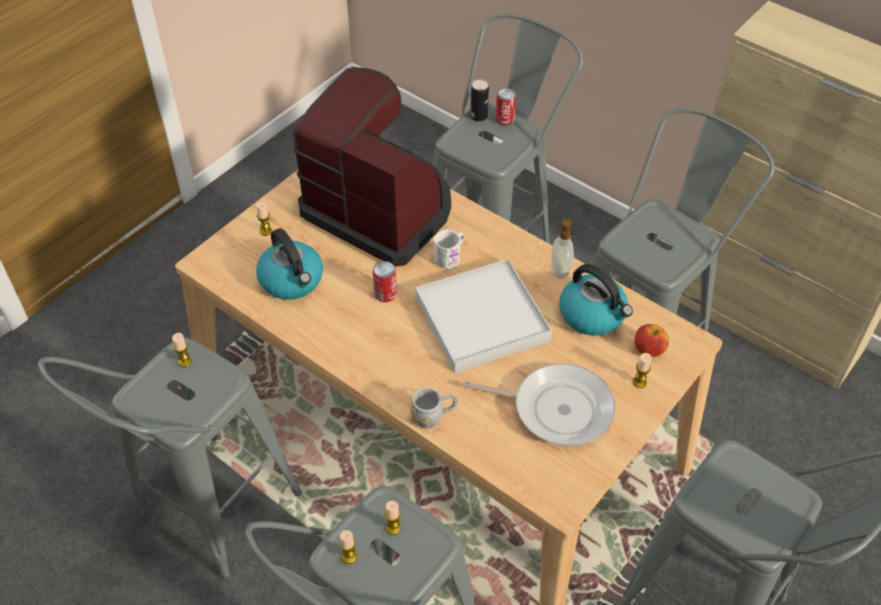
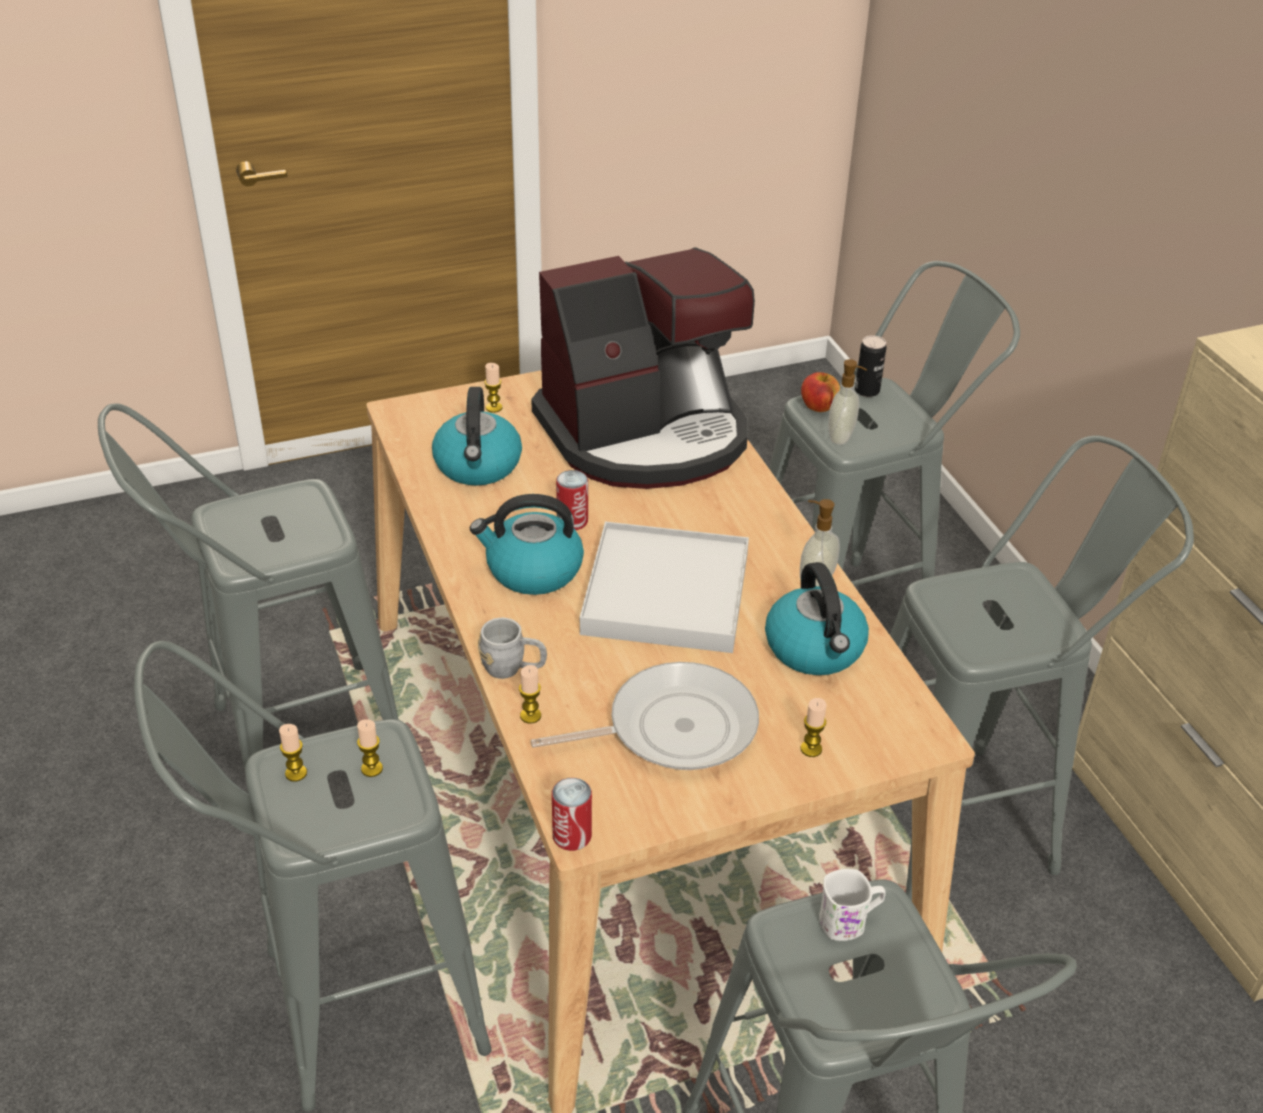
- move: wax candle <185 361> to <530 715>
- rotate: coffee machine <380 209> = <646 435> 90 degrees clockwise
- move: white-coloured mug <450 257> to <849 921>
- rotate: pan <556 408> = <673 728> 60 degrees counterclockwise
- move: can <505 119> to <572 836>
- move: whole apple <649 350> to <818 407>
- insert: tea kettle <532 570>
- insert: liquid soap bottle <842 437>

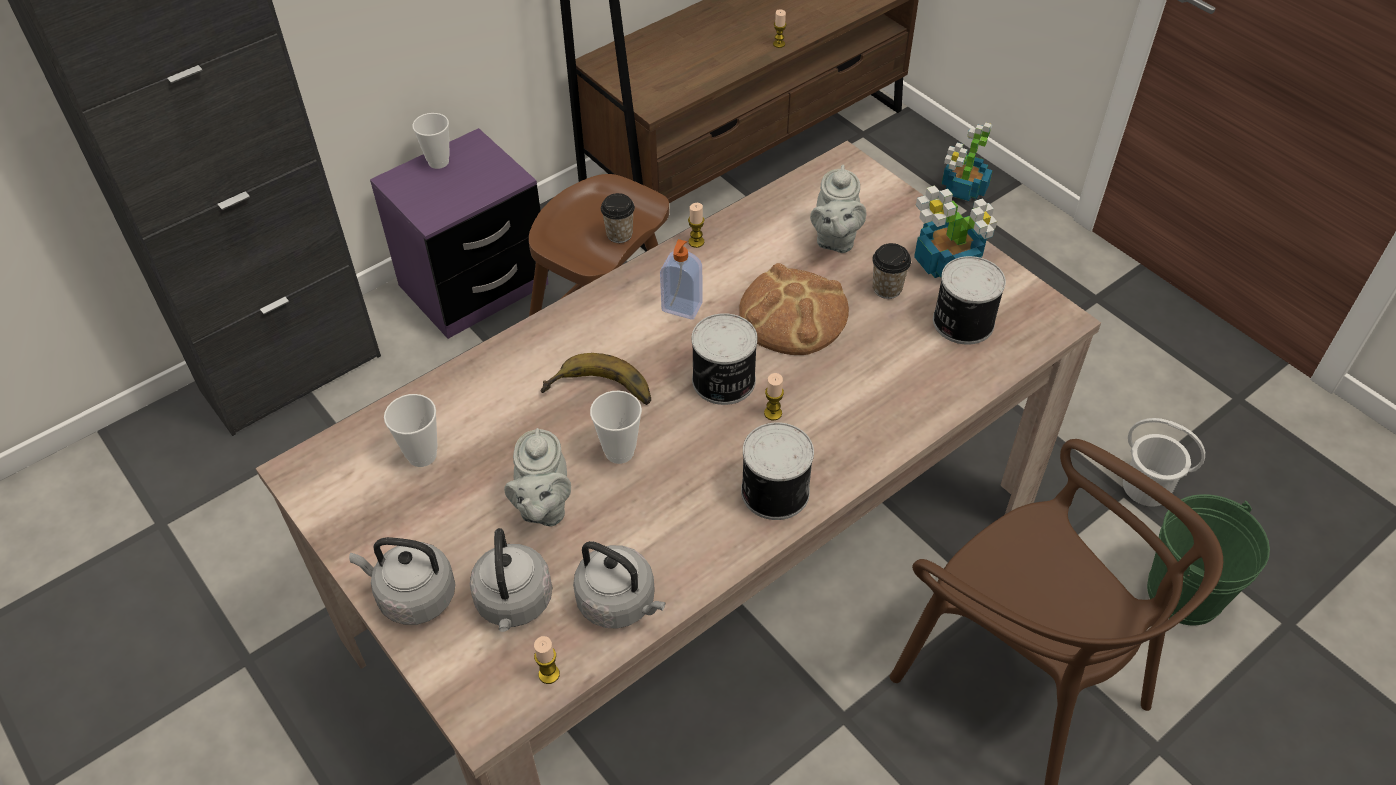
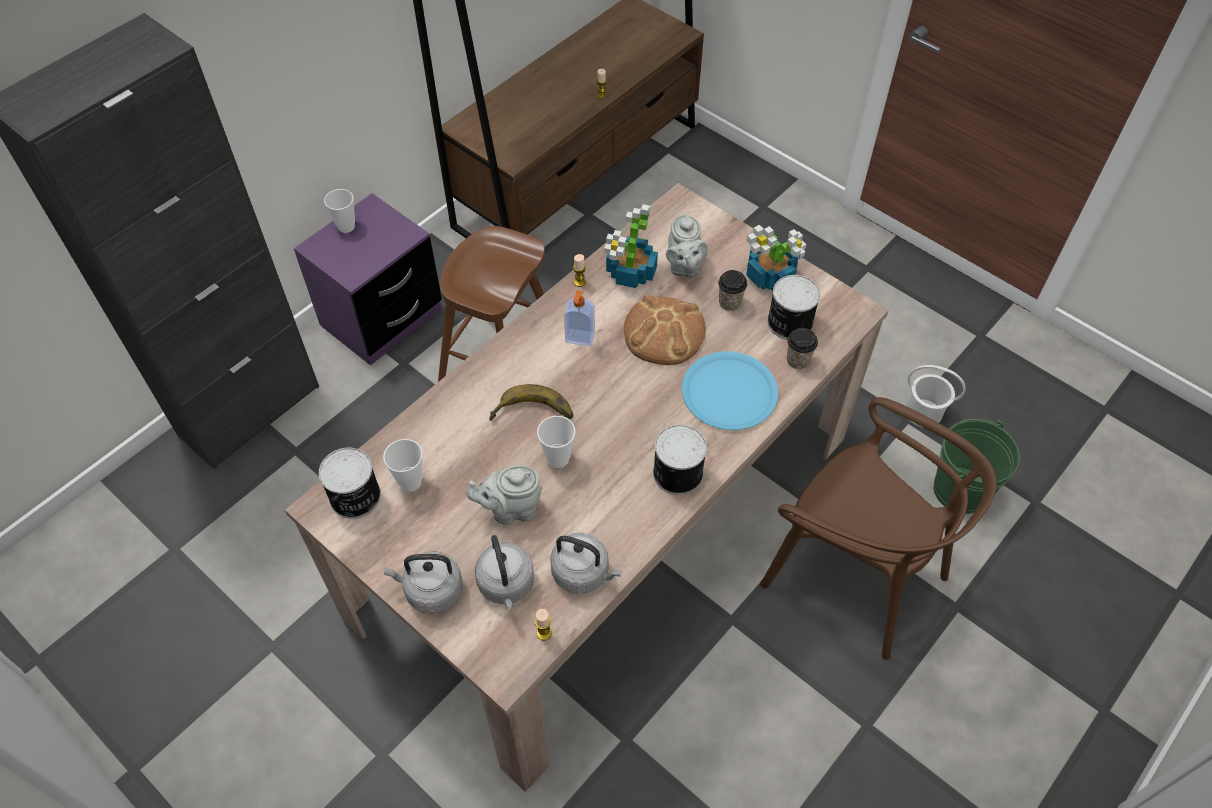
- rotate: greyish tea pot <543 507> = <511 509> 90 degrees clockwise
- move: small cup <619 234> to <798 360>
- move: can <723 381> to <355 497>
- delete: wax candle <773 413>
- move: plant in a pot <963 189> to <630 273>
- insert: bluish dinner plate <729 392>

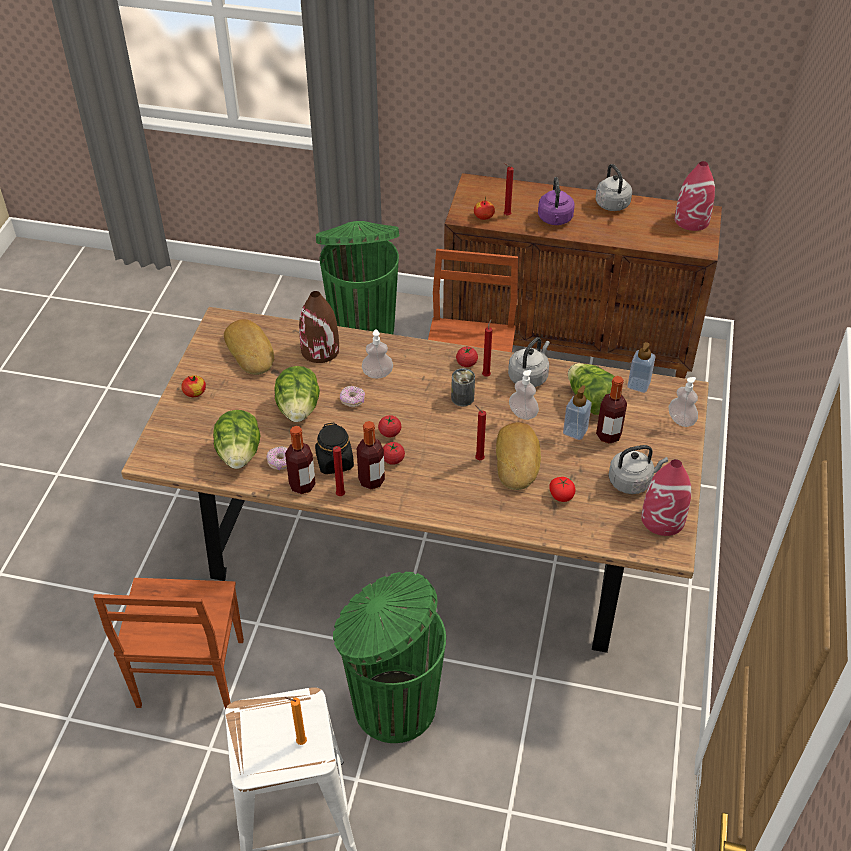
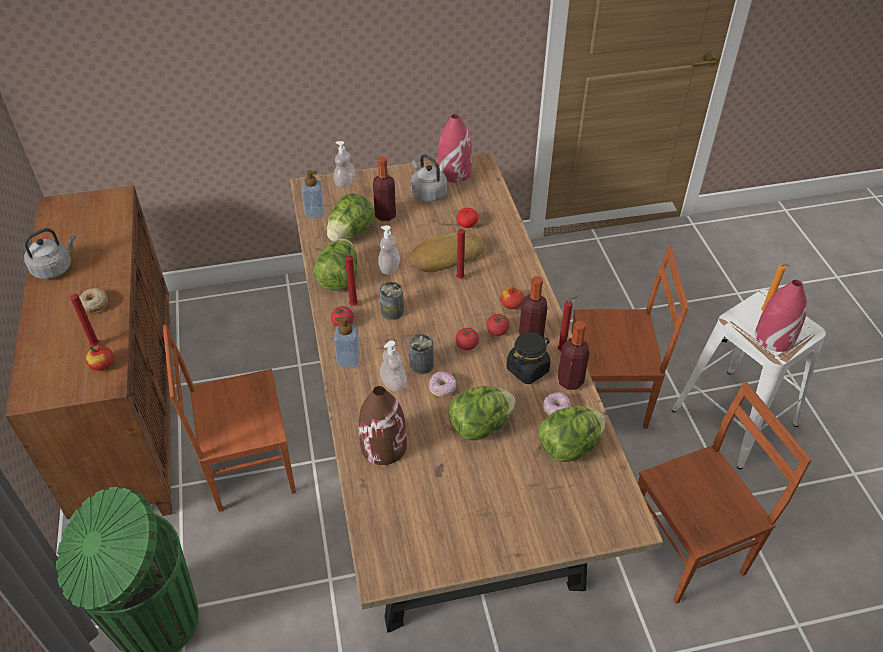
- move: whole apple <194 392> to <511 304>
- delete: bakery bread <251 351>
- replace: green rubbish bin <392 704> to brown chair <608 398>
- replace: greyish tea kettle <529 376> to lettuce <339 277>
- replace: purplish tea kettle <555 219> to donut <94 304>
- move: liquid soap bottle <575 431> to <348 359>
- move: reddish decorative vase <692 220> to <774 337>
- insert: can <421 365>

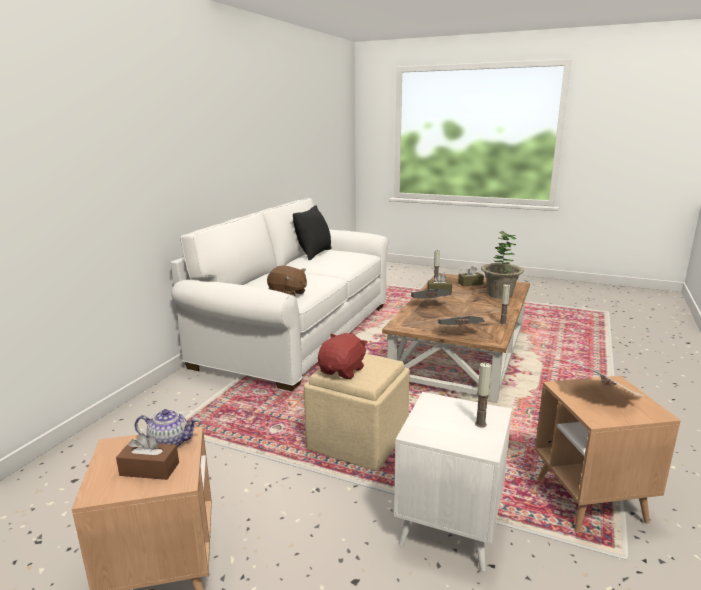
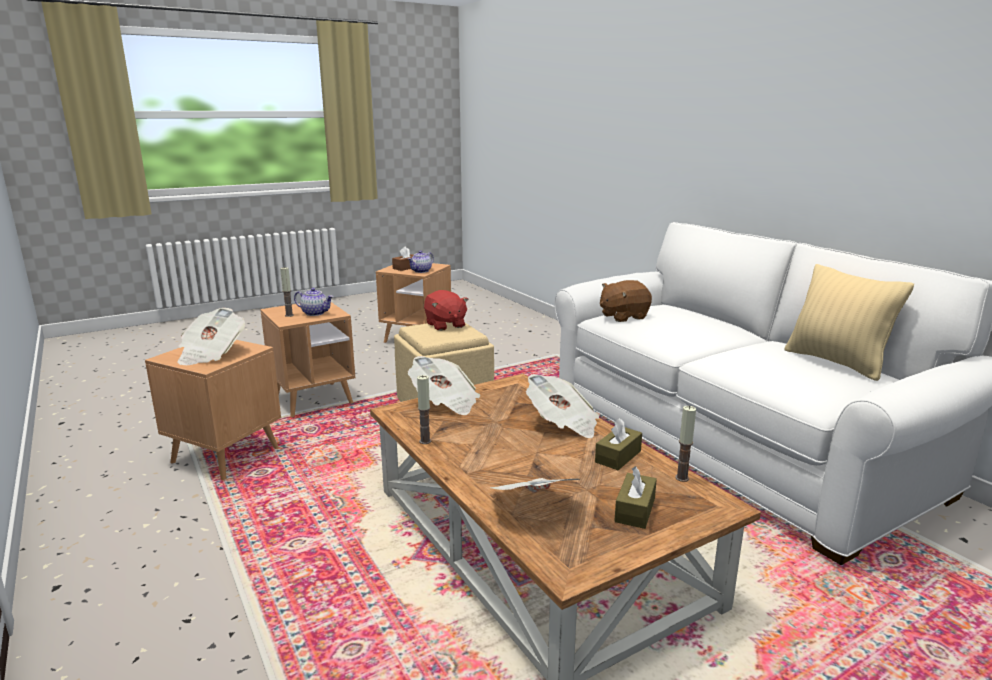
- recolor: black cushion <314 254> to beige-coloured cushion <836 362>
- recolor: white-coloured accent table <449 529> to brown accent table <313 400>
- replace: plant in a pot <499 294> to newspaper <533 505>
- insert: tea pot <315 313>

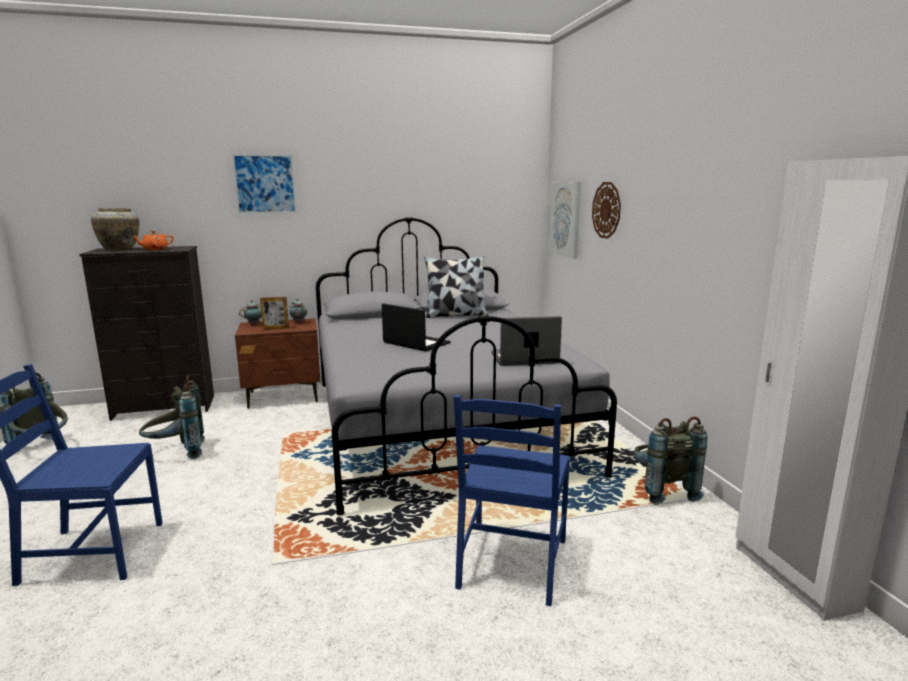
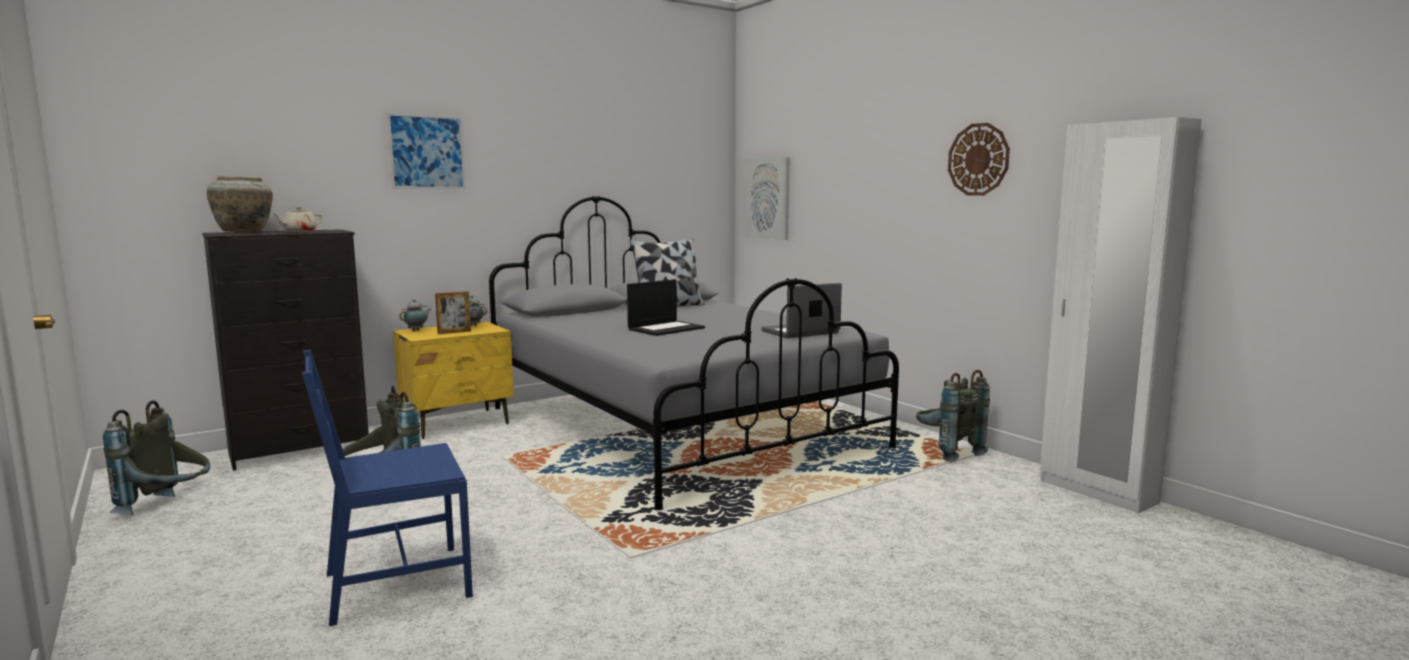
- recolor: orange-coloured tea pot <155 249> to beige-coloured tea pot <299 231>
- recolor: brown nightstand <284 397> to yellow-coloured nightstand <458 423>
- rotate: laptop <415 343> = <666 328> 120 degrees clockwise
- delete: bluish chair <512 563>
- move: clock on the wall <606 210> to <978 159>

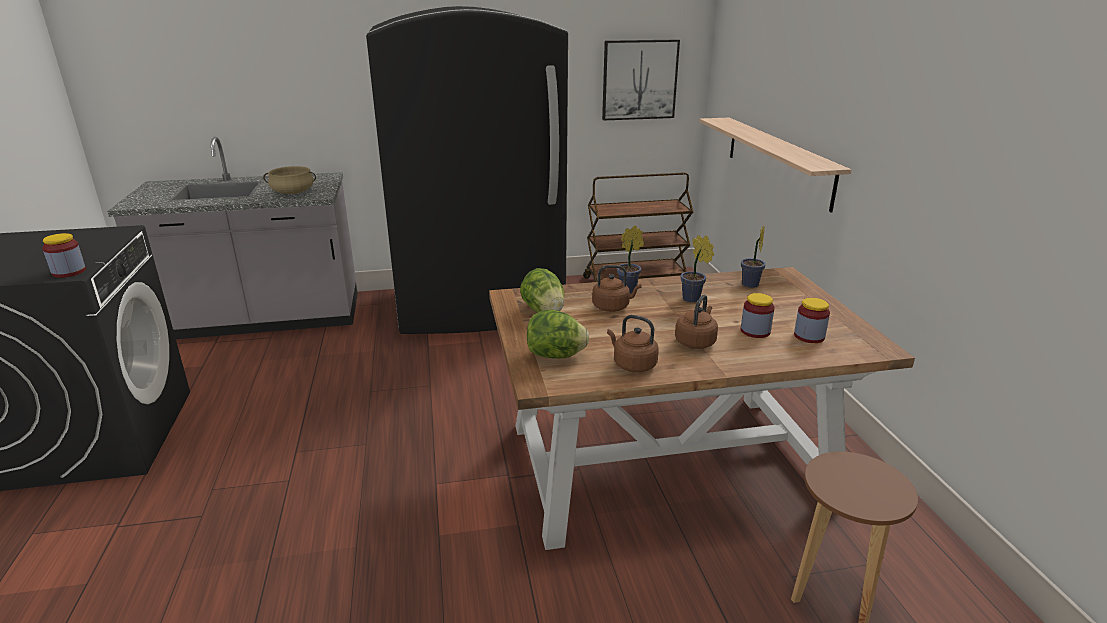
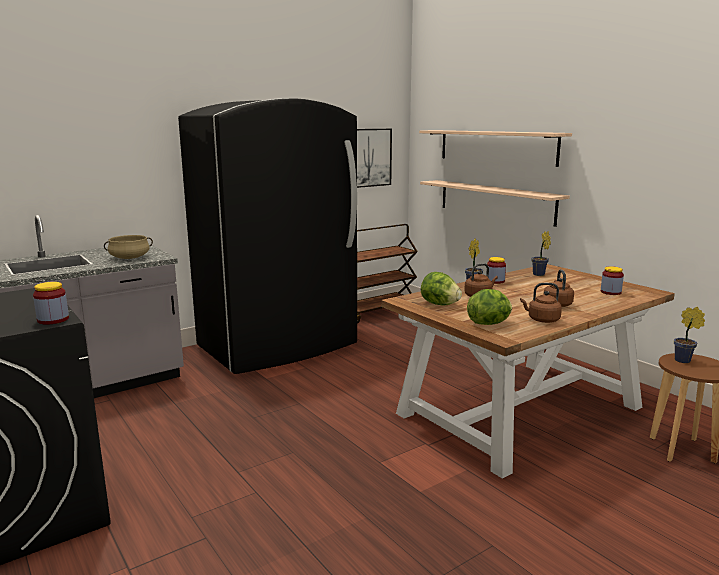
- move: plant in a pot <693 300> to <684 361>
- move: preserve jar <755 331> to <495 281>
- insert: wall shelf <496 146>

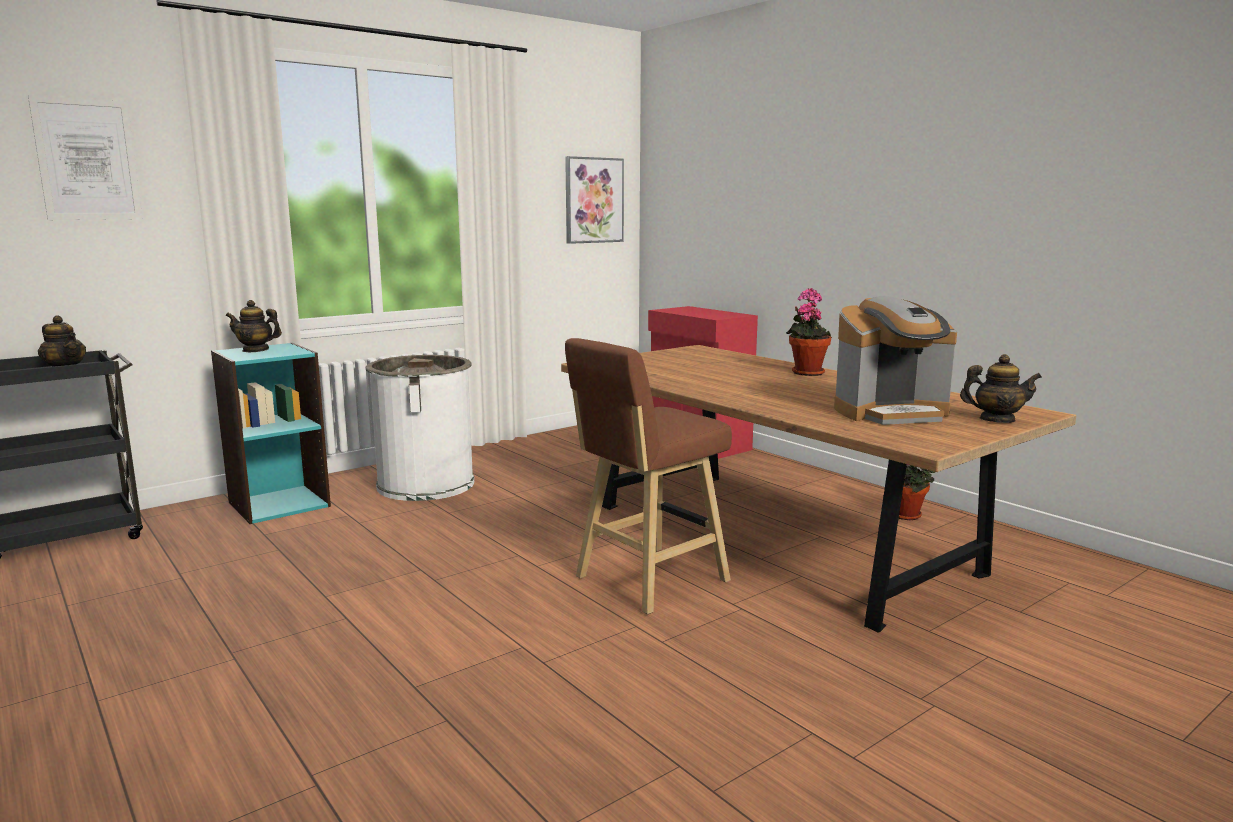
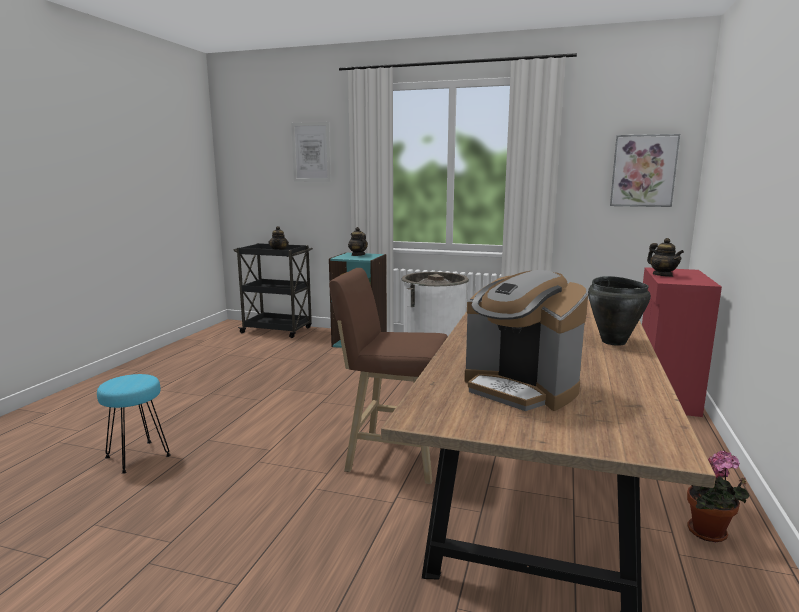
- replace: plant in a pot <806 372> to black saucepot <613 342>
- move: tea pot <996 420> to <662 275>
- insert: blue-green stool seat <138 457>

